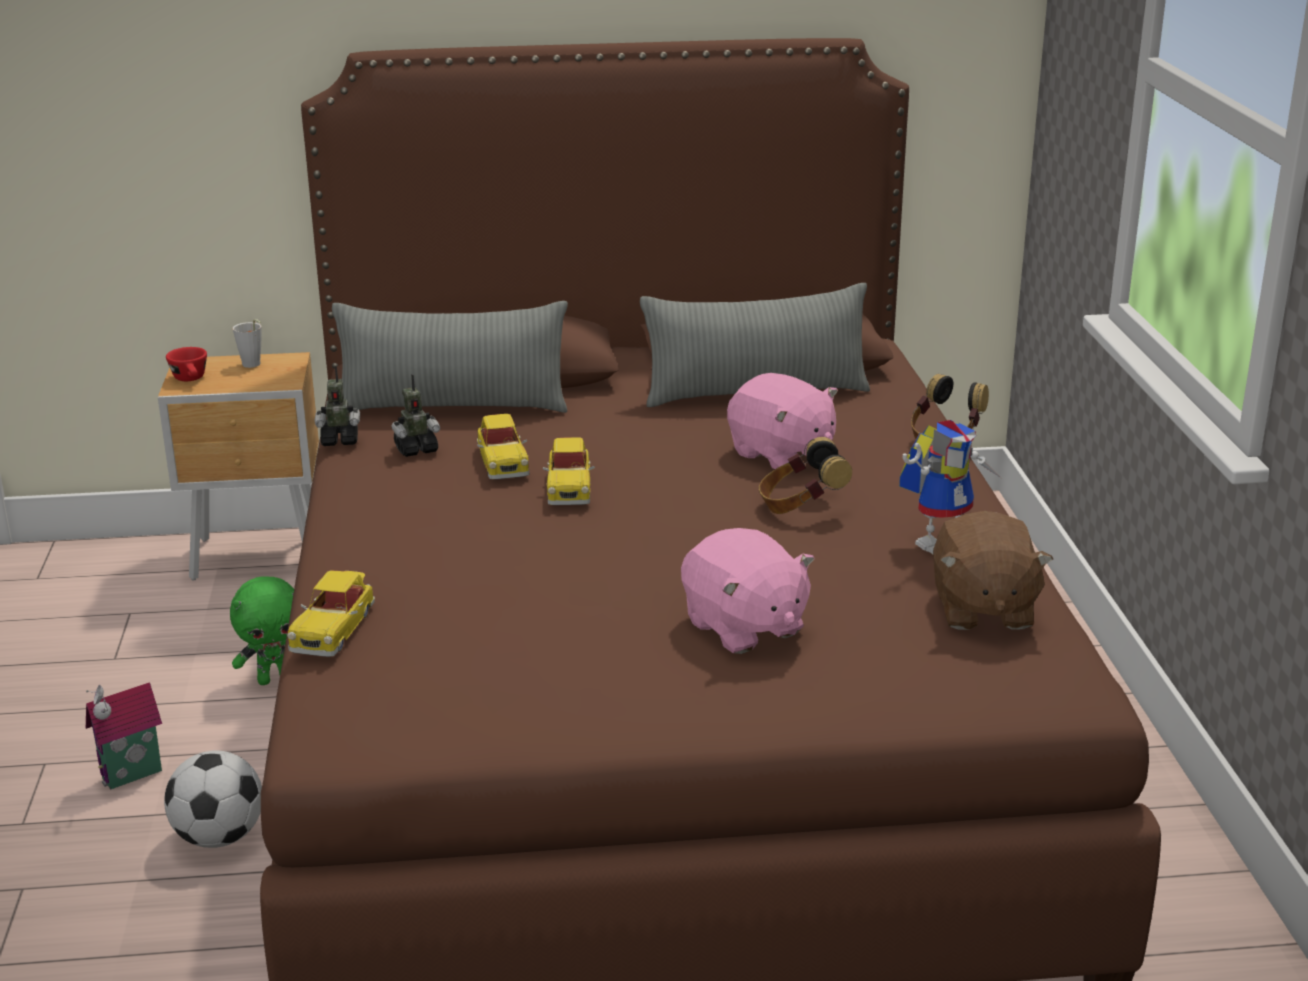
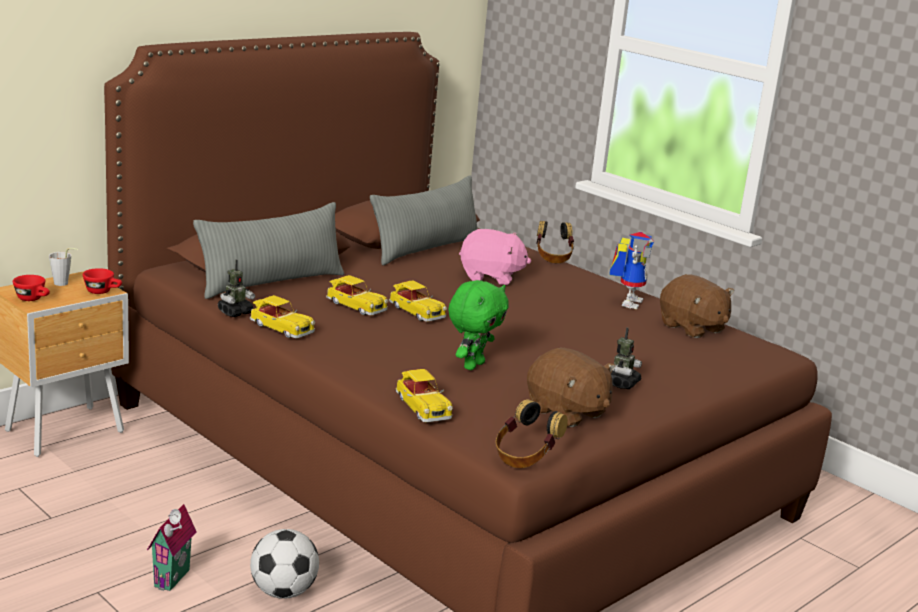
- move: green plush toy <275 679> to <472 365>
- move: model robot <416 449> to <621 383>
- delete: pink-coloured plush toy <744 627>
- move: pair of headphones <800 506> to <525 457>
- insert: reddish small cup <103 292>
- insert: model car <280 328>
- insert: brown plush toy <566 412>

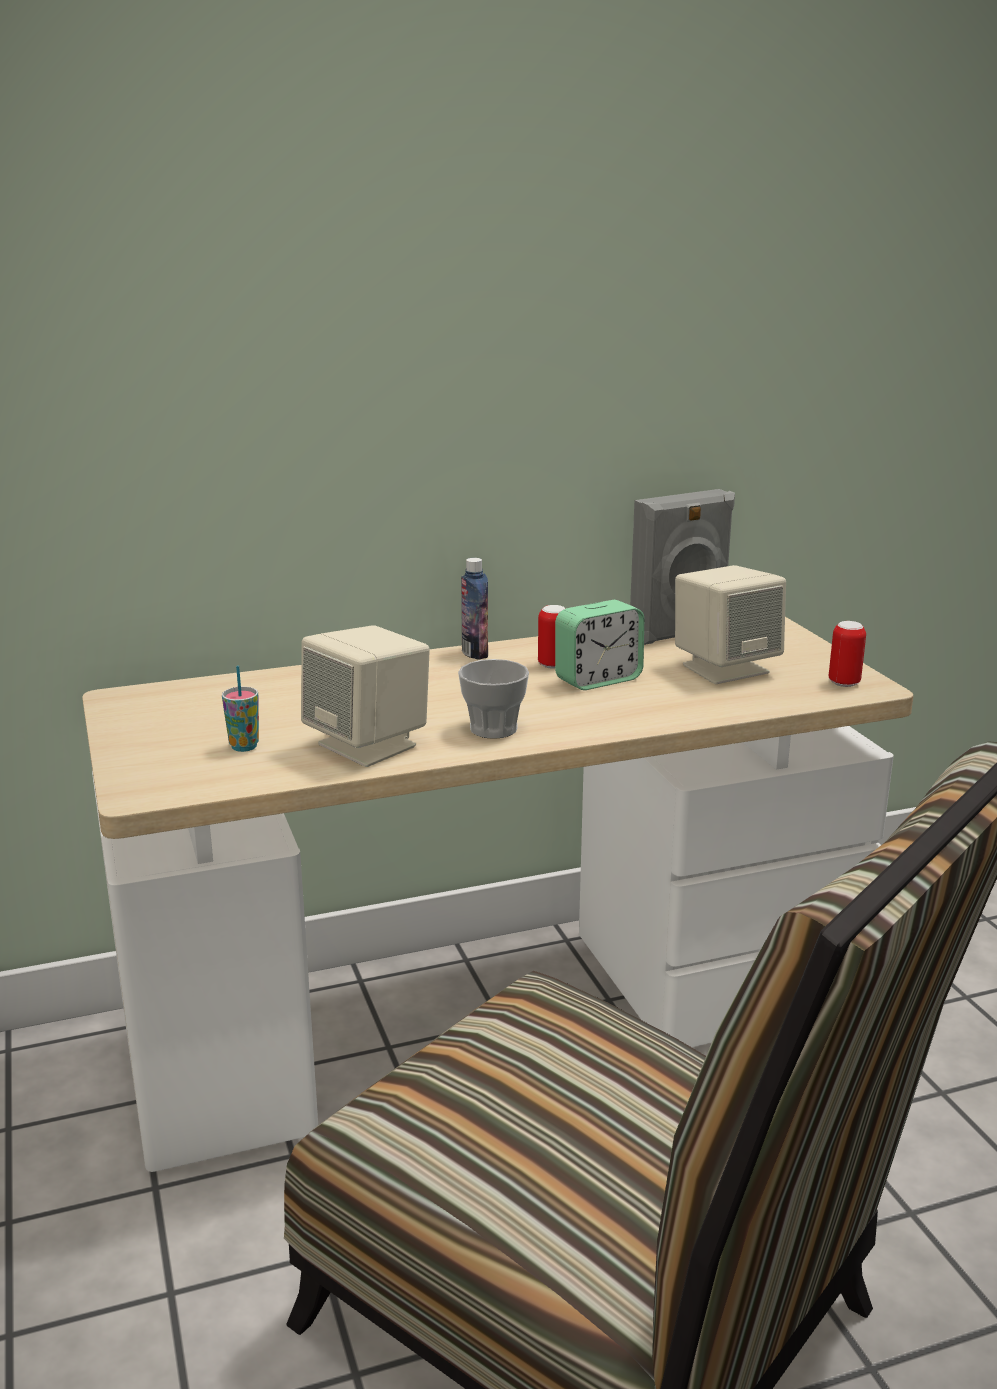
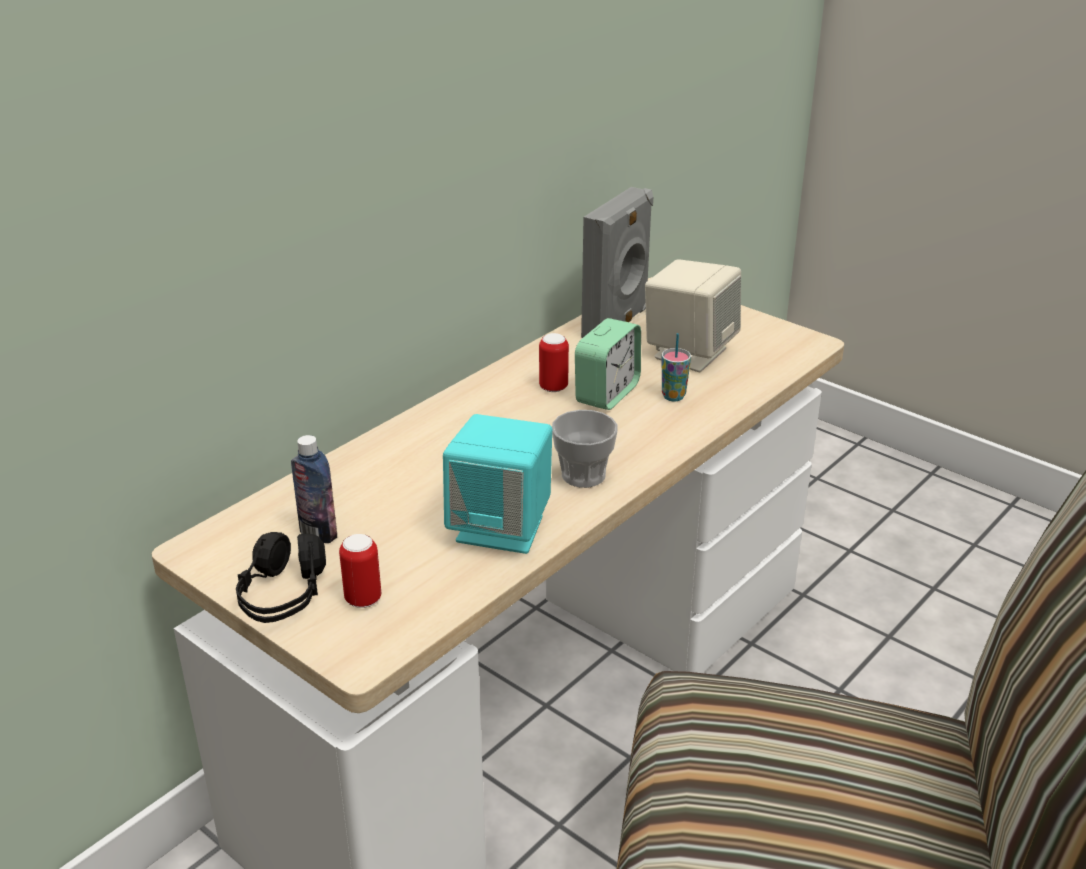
- move: small cup <244 746> to <673 396>
- recolor: beige-coloured loudspeaker <369 745> to blue-green loudspeaker <501 528>
- move: bottle <475 653> to <318 534>
- move: can <844 682> to <363 599>
- insert: black pair of headphones <283 595>

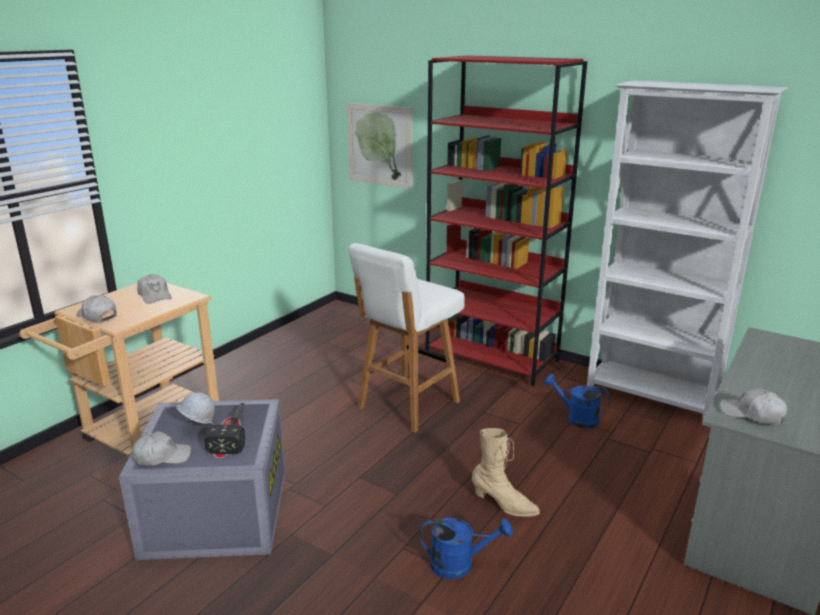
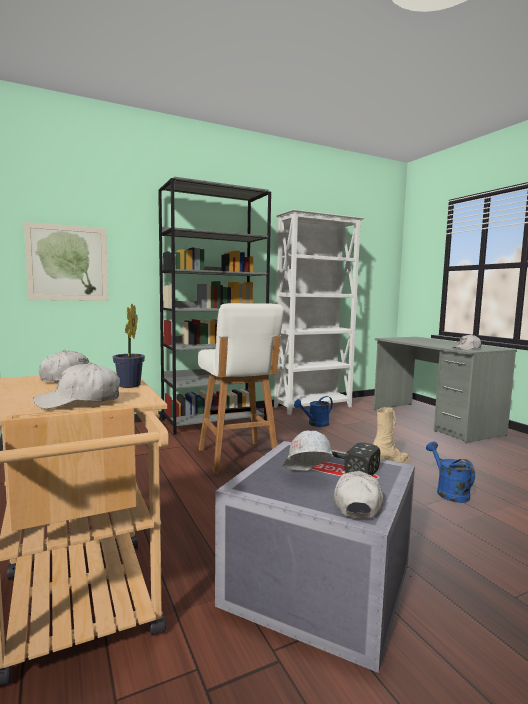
- rotate: bluish sprinkling can <459 564> = <448 492> 45 degrees counterclockwise
- recolor: reddish bookcase <492 357> to greyish bookcase <214 421>
- insert: plant in a pot <128 386>

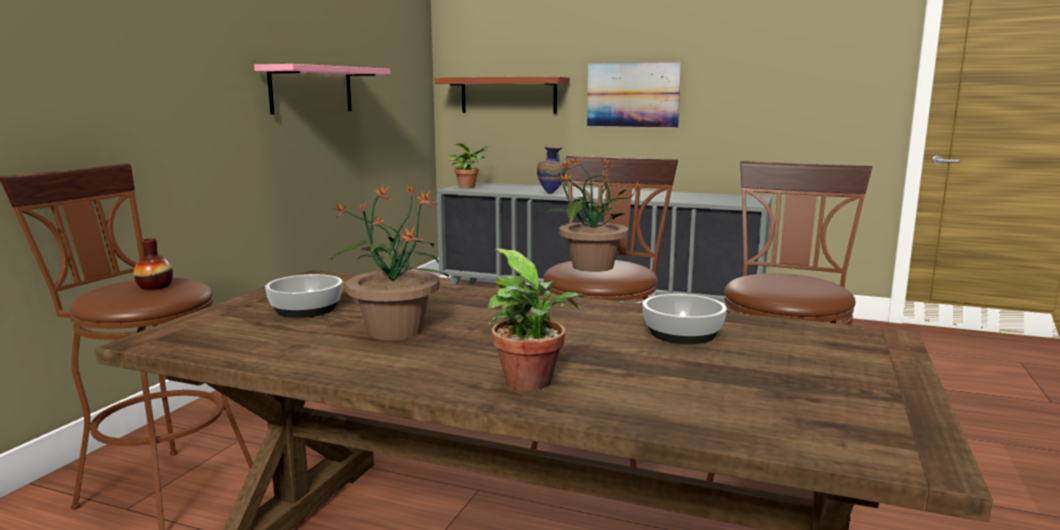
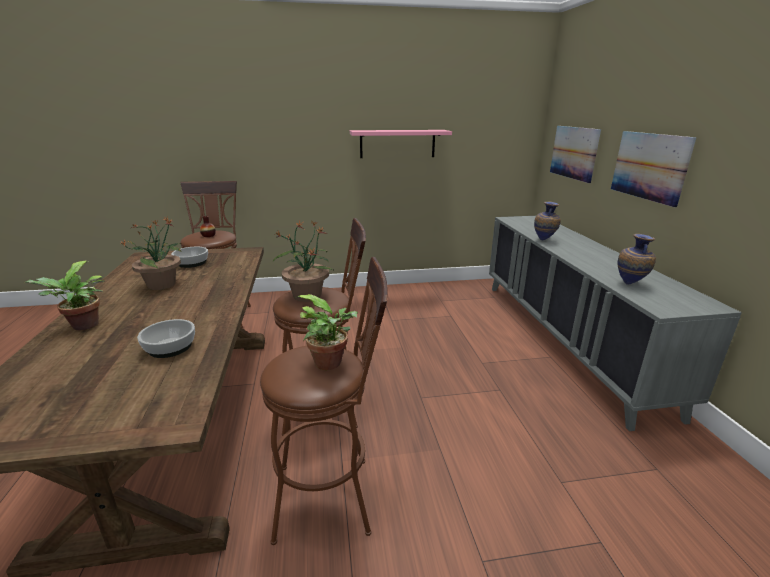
- replace: wall shelf <508 95> to picture <574 152>
- move: plant in a pot <468 187> to <331 363>
- insert: decorative vase <630 284>

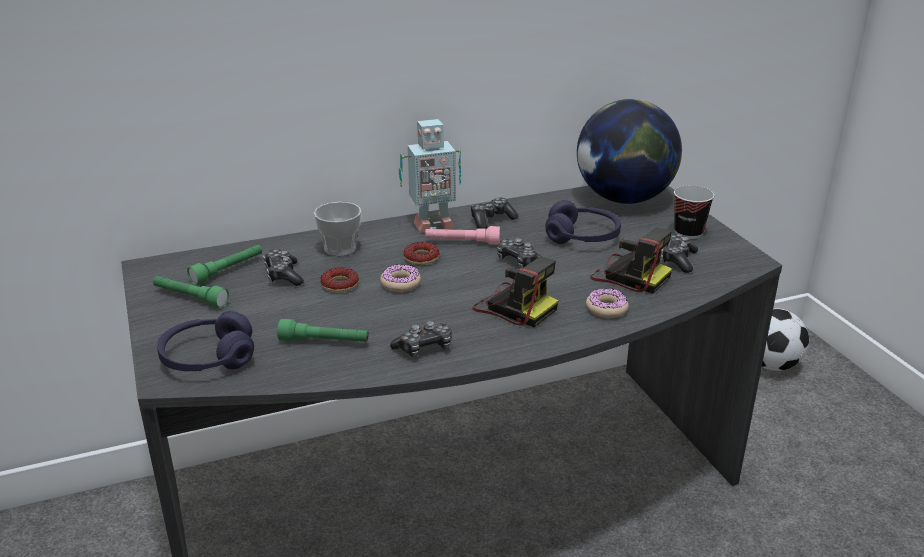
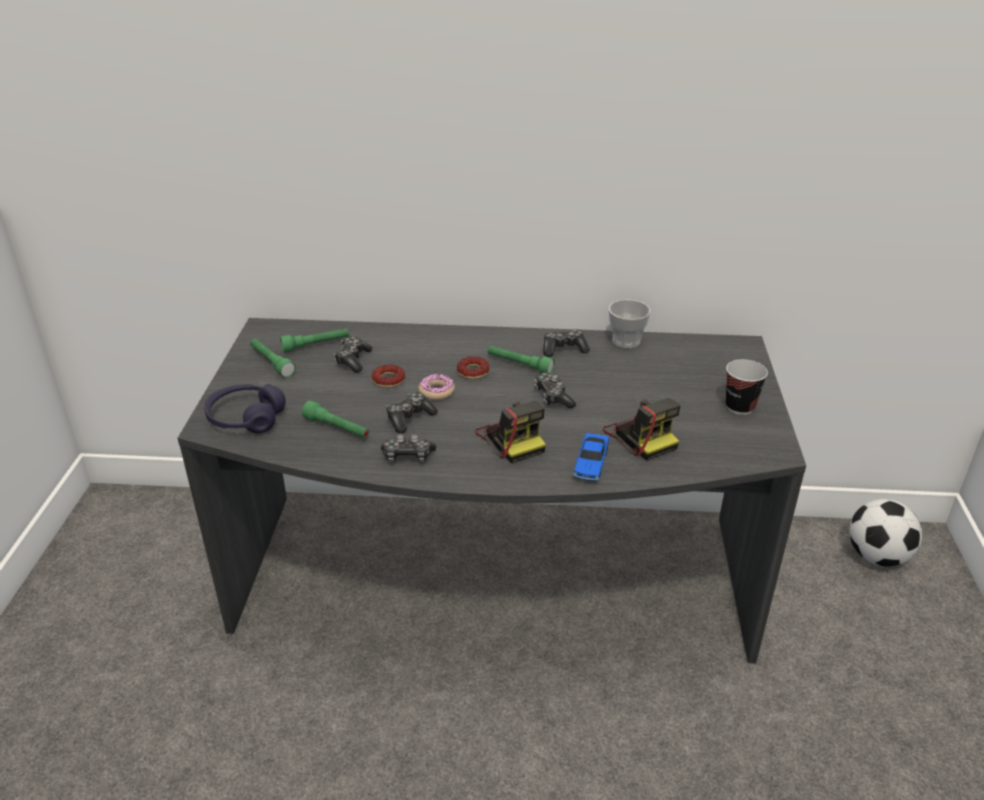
- move: small cup <340 248> to <626 341>
- delete: model robot <431 224>
- recolor: pink-coloured torch <462 242> to green torch <519 365>
- delete: purplish pair of headphones <582 237>
- delete: desk globe <624 199>
- replace: donut <606 309> to model car <591 463>
- move: joypad <678 260> to <410 418>

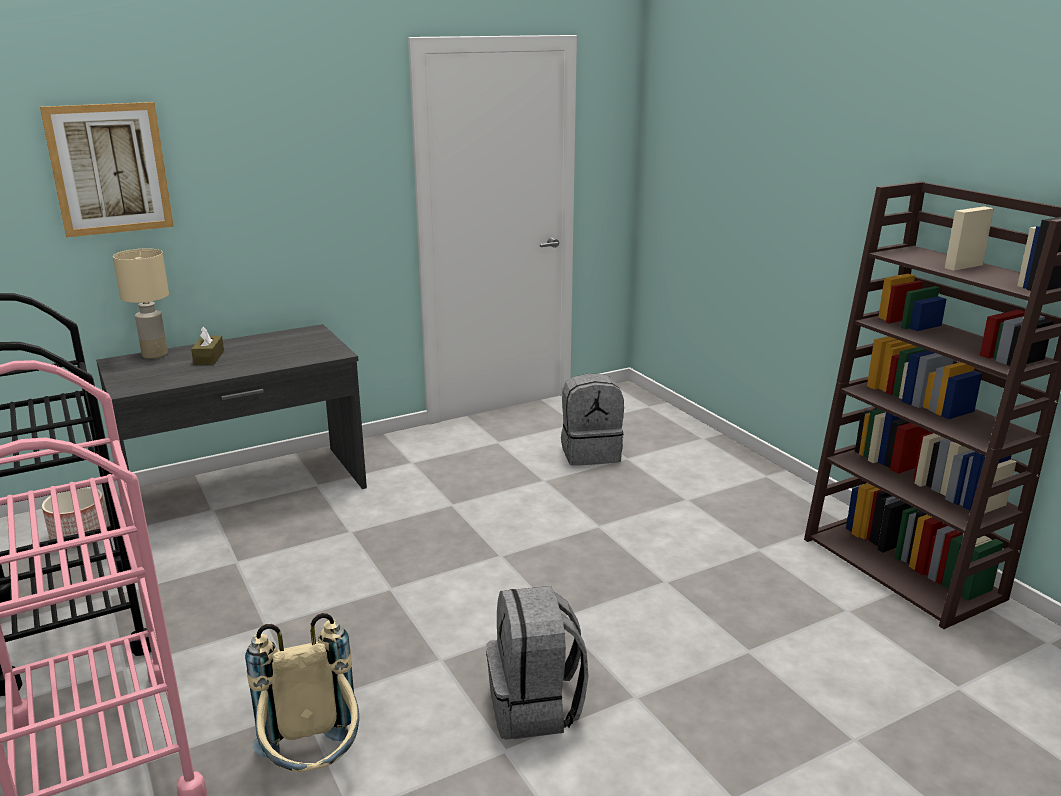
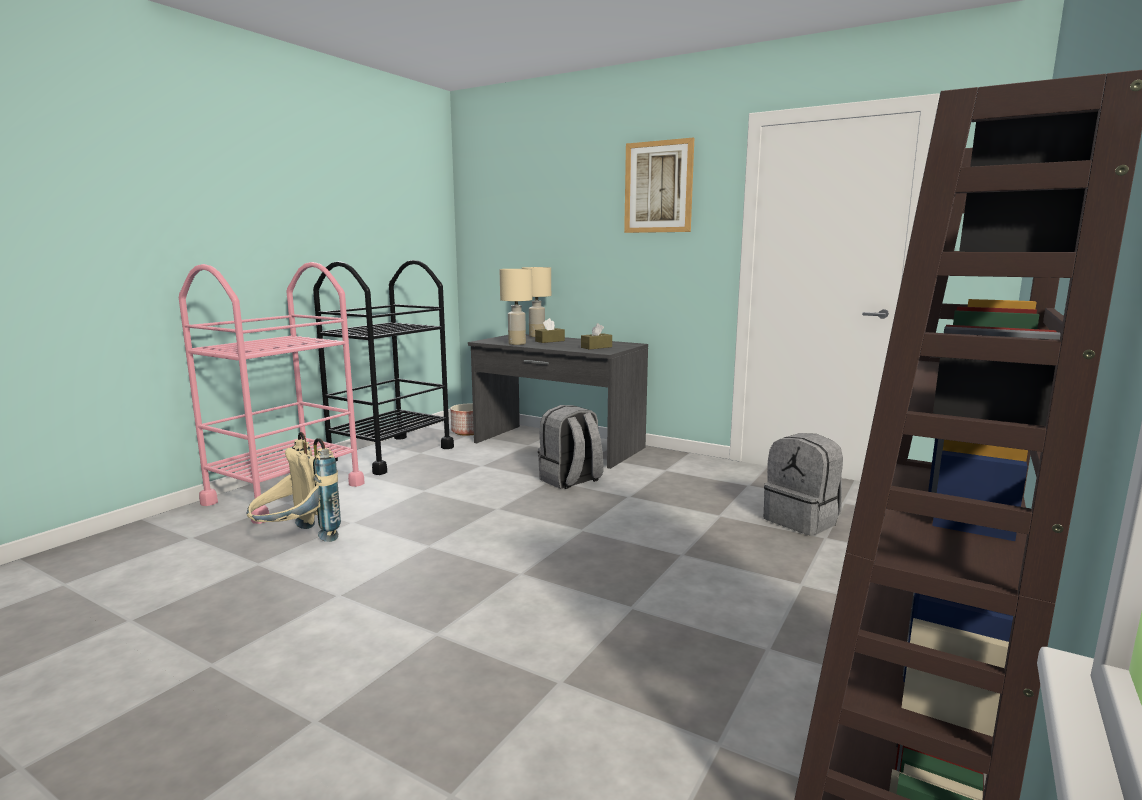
- move: picture <109 169> to <658 187>
- move: greyish knapsack <535 707> to <570 480>
- insert: beige-coloured table lamp <517 344>
- insert: brown tissue holder <596 347>

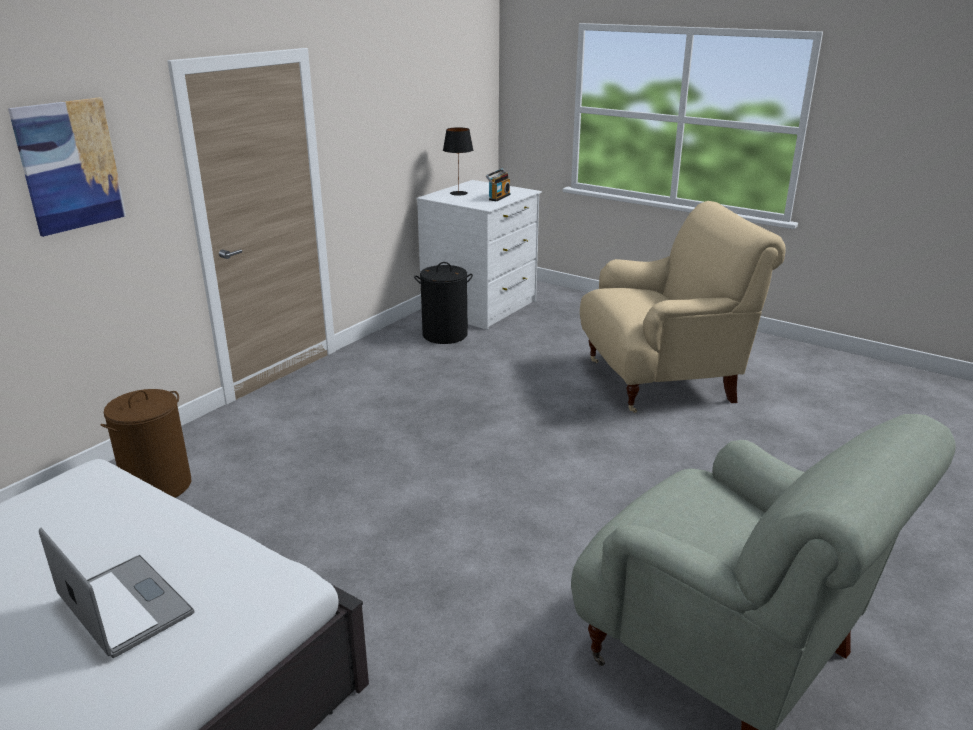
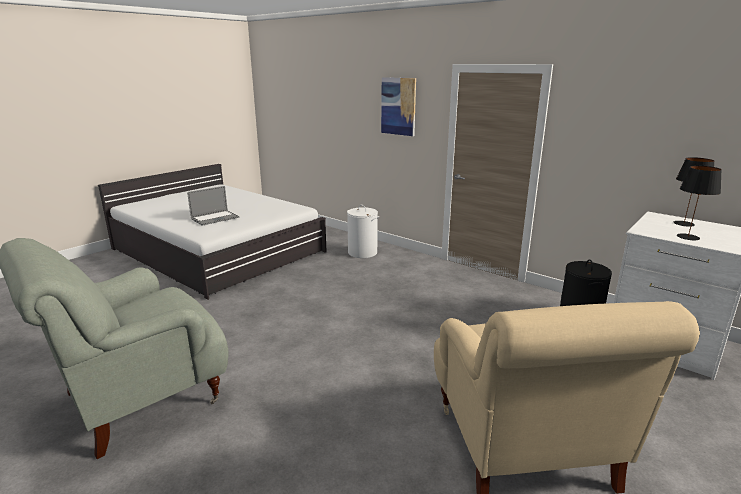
- recolor: brown laundry basket <158 486> to white-coloured laundry basket <363 253>
- replace: radio receiver <498 197> to black table lamp <688 237>

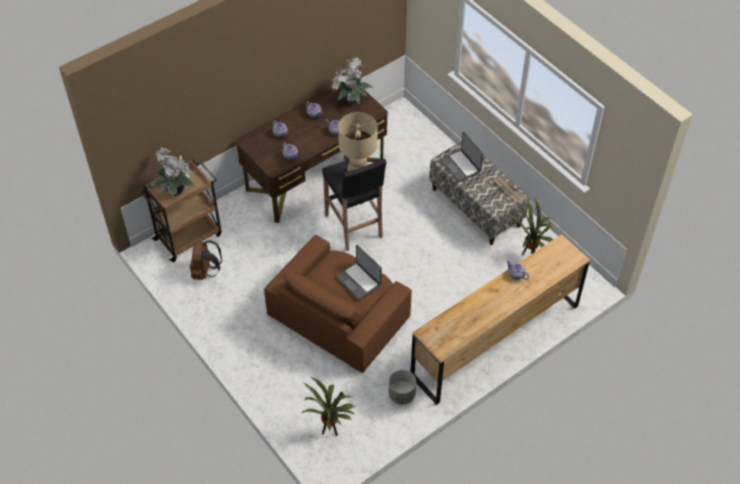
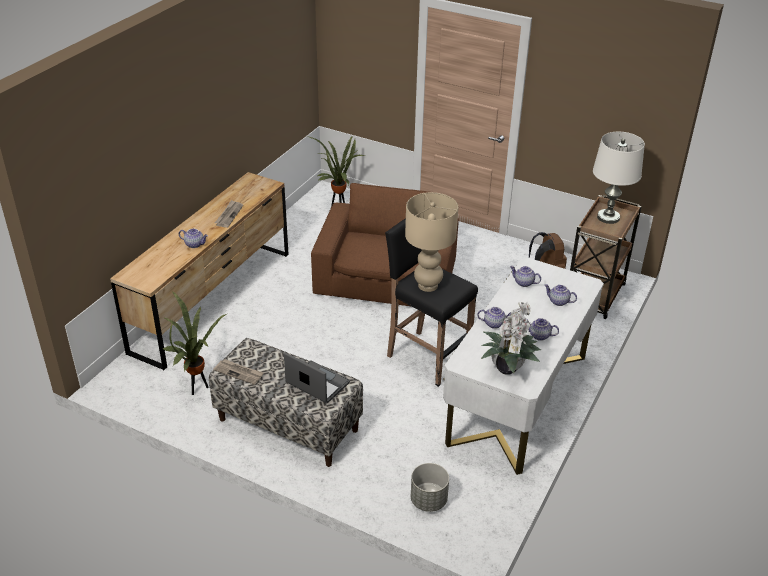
- replace: plant in a pot <175 190> to white-coloured table lamp <608 217>
- recolor: brown desk unit <315 175> to white-coloured desk unit <518 399>
- delete: laptop <359 281>
- move: greyish plant pot <402 394> to <428 500>
- insert: newspaper <229 215>

